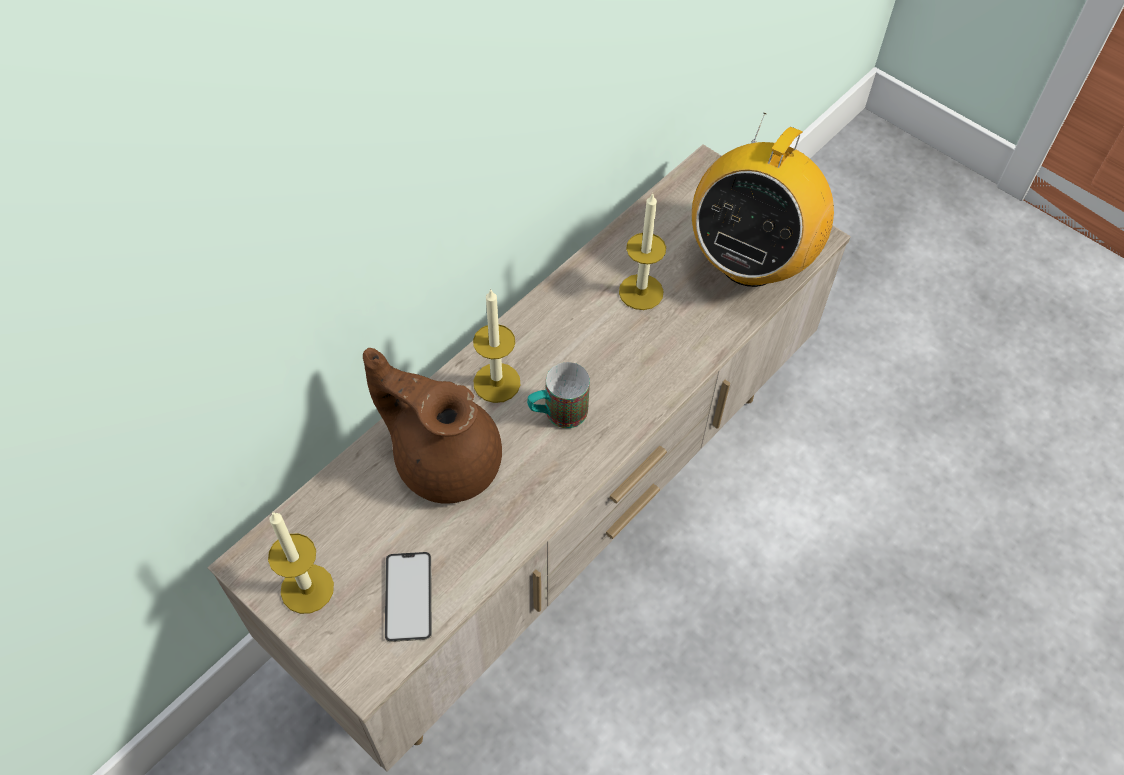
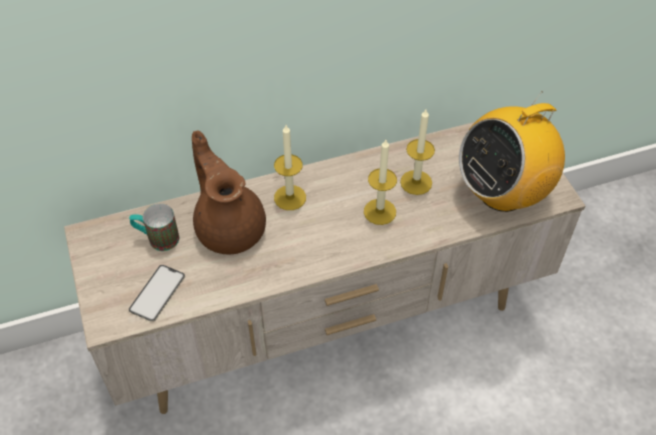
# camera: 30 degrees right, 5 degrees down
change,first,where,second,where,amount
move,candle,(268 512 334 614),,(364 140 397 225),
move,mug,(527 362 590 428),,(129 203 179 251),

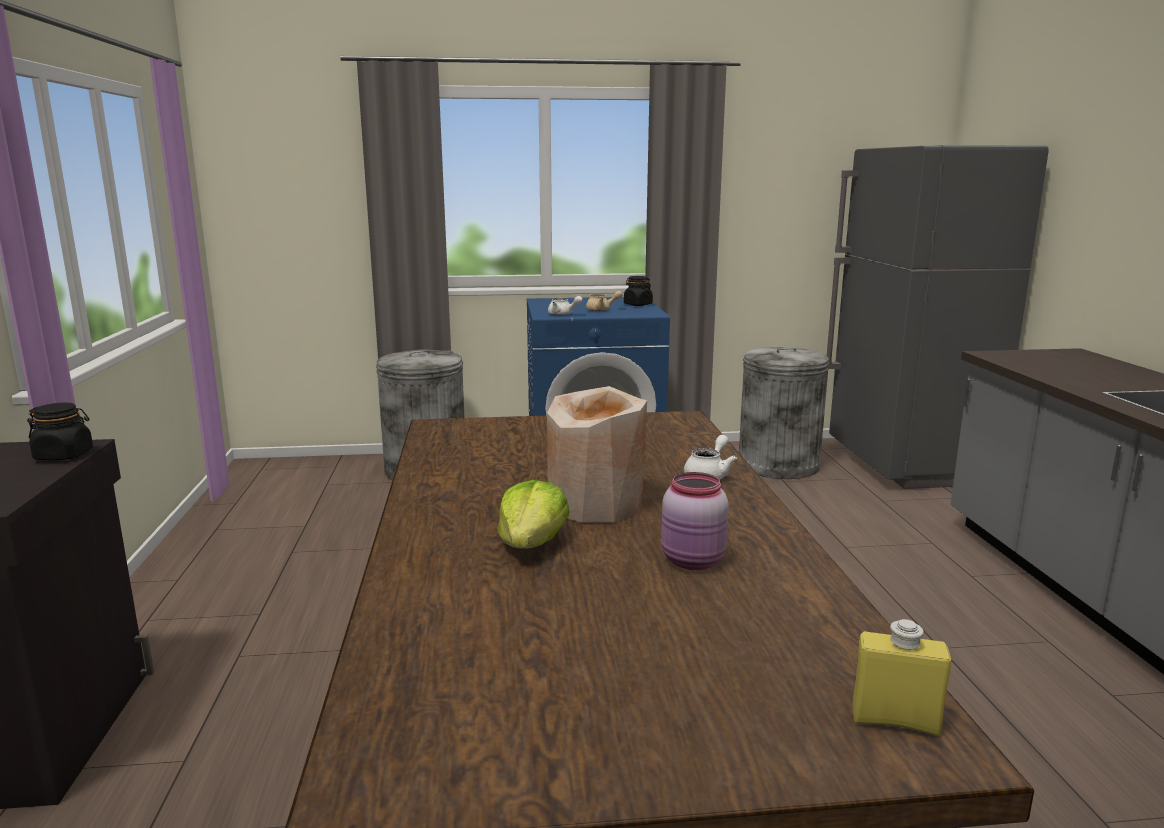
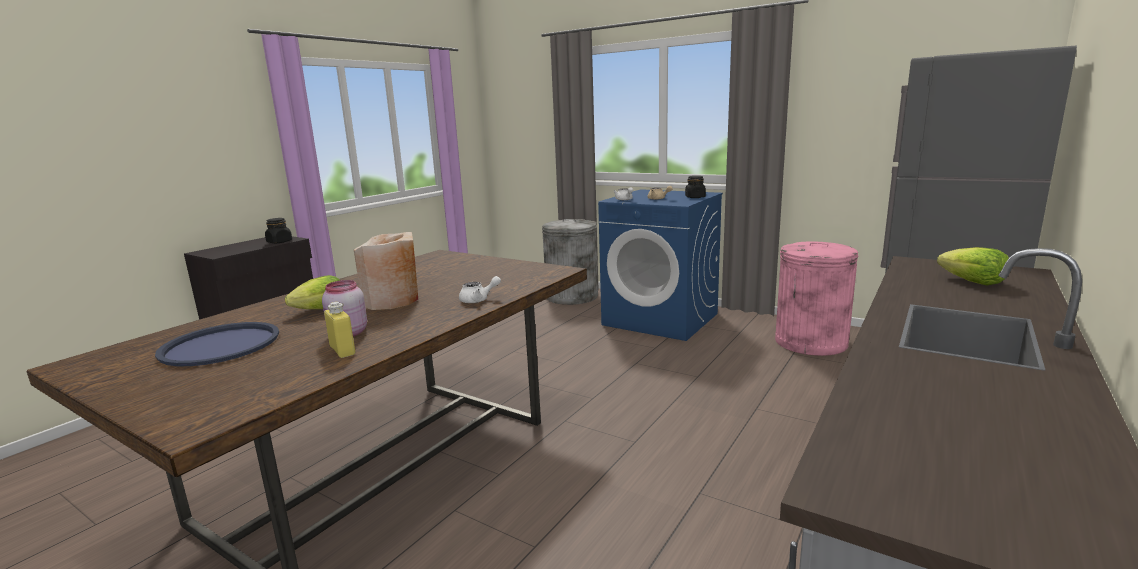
# camera: 40 degrees right, 0 degrees up
change,first,where,second,where,amount
insert,,,blue tray,(155 322 279 366),
insert,,,lettuce head,(937 247 1009 286),
move,yellowish beverage bottle,(852 619 951 736),,(324 302 355 358),
recolor,gray trash can,(739 347 829 479),pinkish trash can,(775 242 858 356),

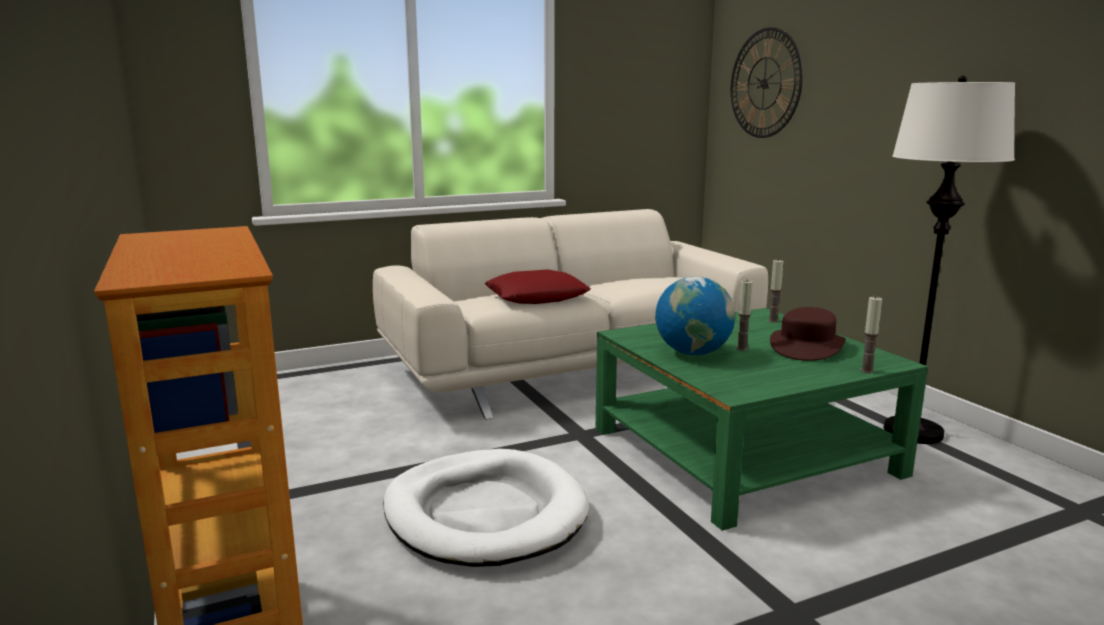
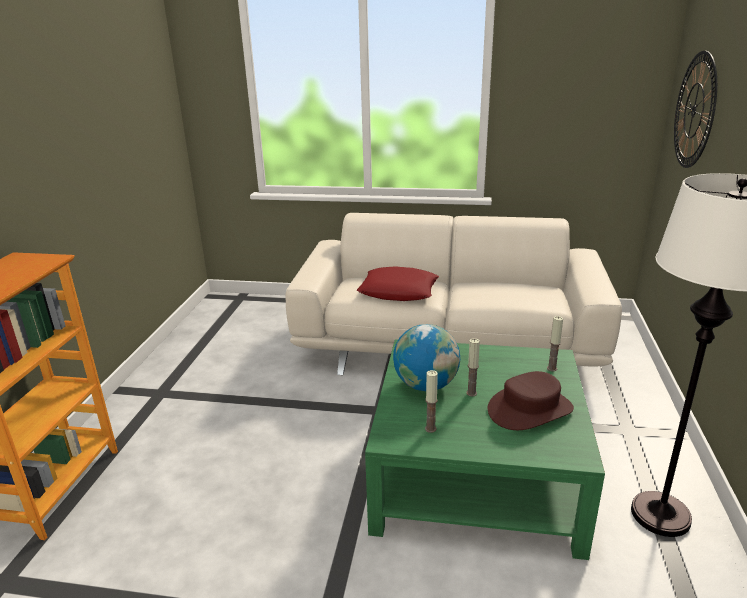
# camera: 35 degrees right, 10 degrees up
change,first,where,second,where,amount
delete,whitish pet bed,(383 449 589 567),,,
move,candle,(860 296 882 373),,(425 370 438 433),

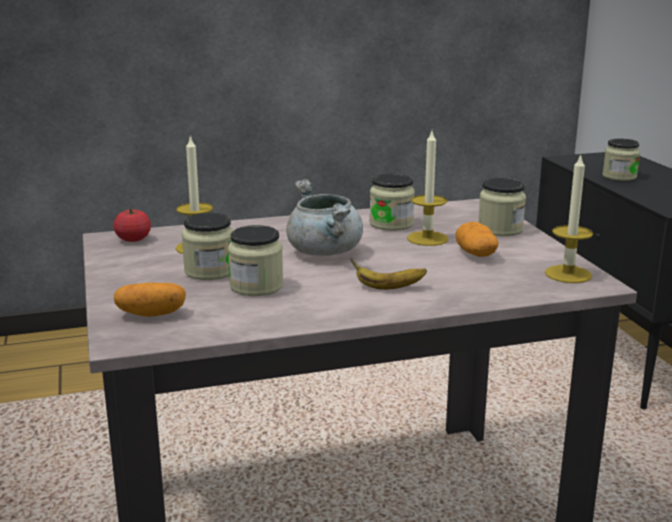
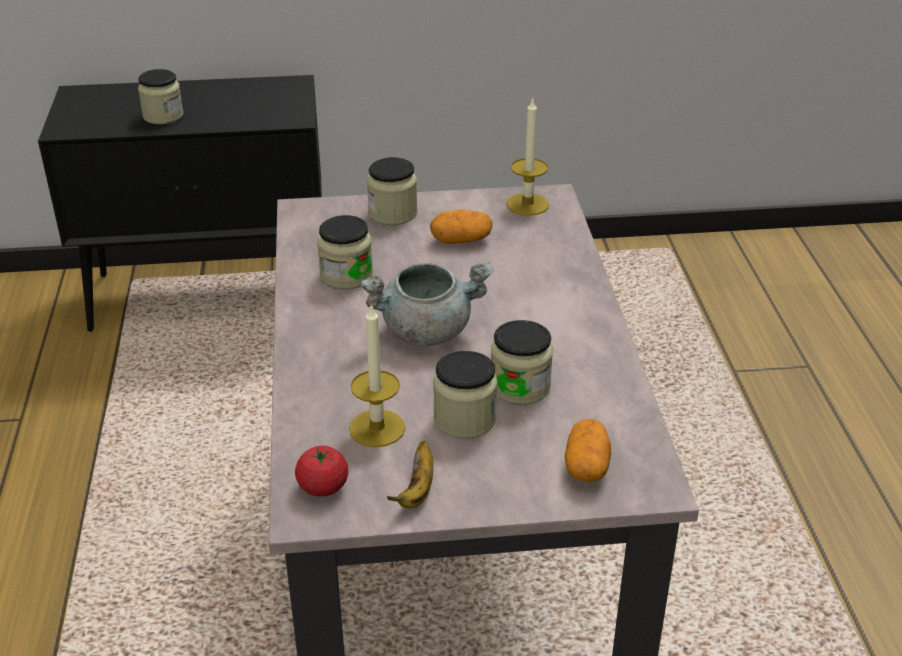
# camera: 80 degrees left, 15 degrees up
change,first,where,second,where,amount
delete,candle,(407 131 448 246),,,
move,whole banana,(350 259 427 290),,(387 441 433 508),

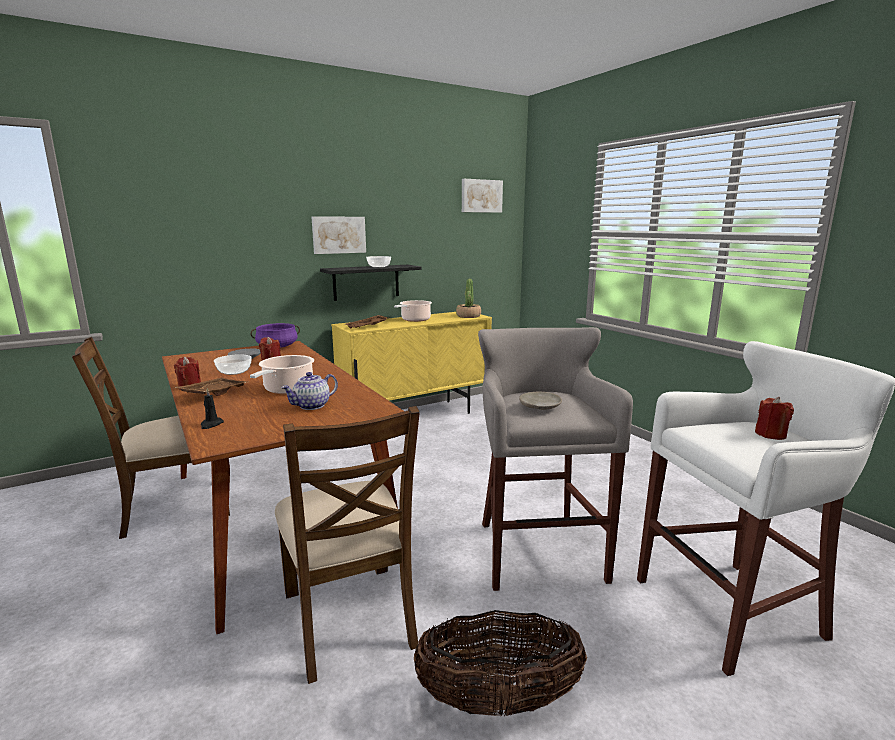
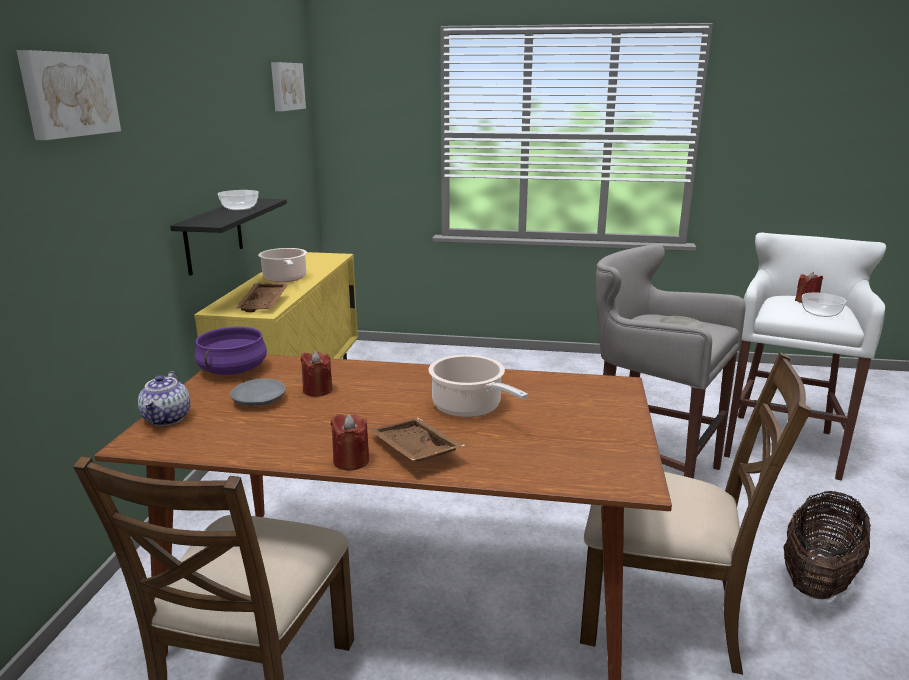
# camera: 50 degrees left, 5 degrees up
change,first,where,second,where,amount
delete,black-coloured candle,(201 388 224 429),,,
delete,potted plant,(456 278 481 318),,,
move,serving bowl,(214 354 252 375),,(802 293 847 317),
move,pot for tea,(281 372 338 410),,(138 371 190 426),
move,picture,(311 216 366 254),,(17 50 121 140),

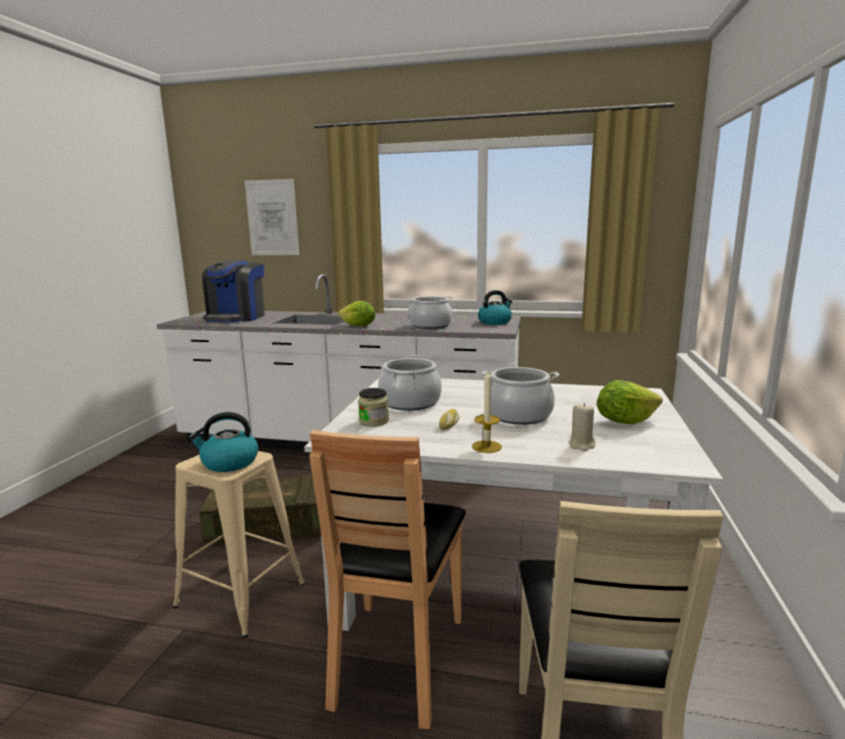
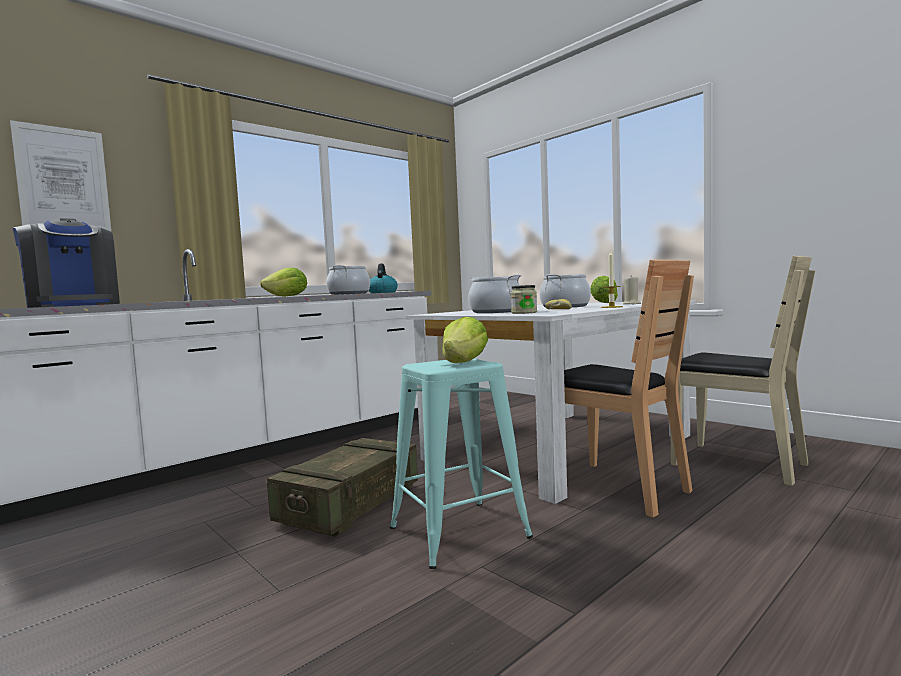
# camera: 55 degrees left, 10 degrees down
change,first,where,second,where,amount
replace,kettle,(188 412 258 472),lettuce head,(442 317 488 363),
recolor,sand-coloured stool,(173 451 306 638),blue-green stool,(390 358 533 569),

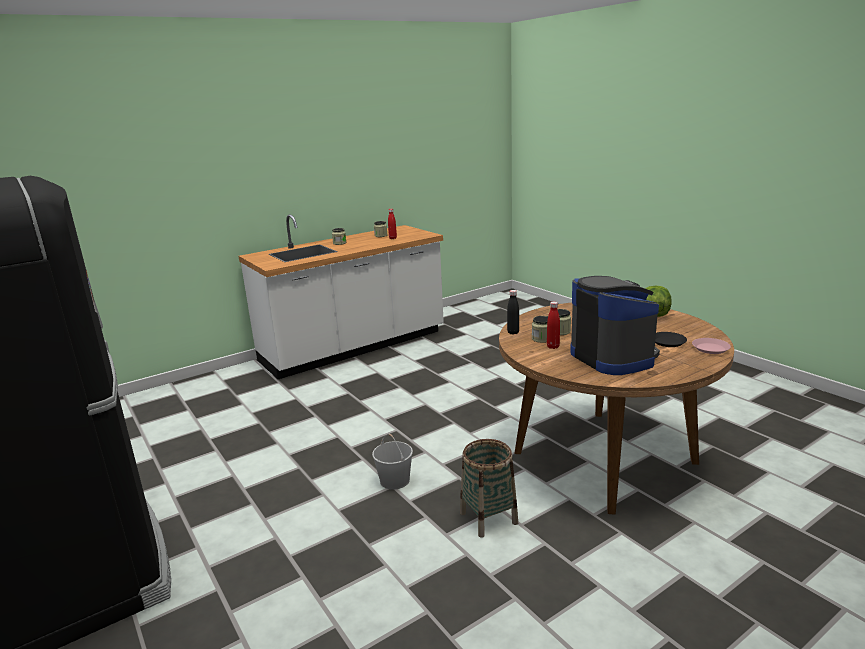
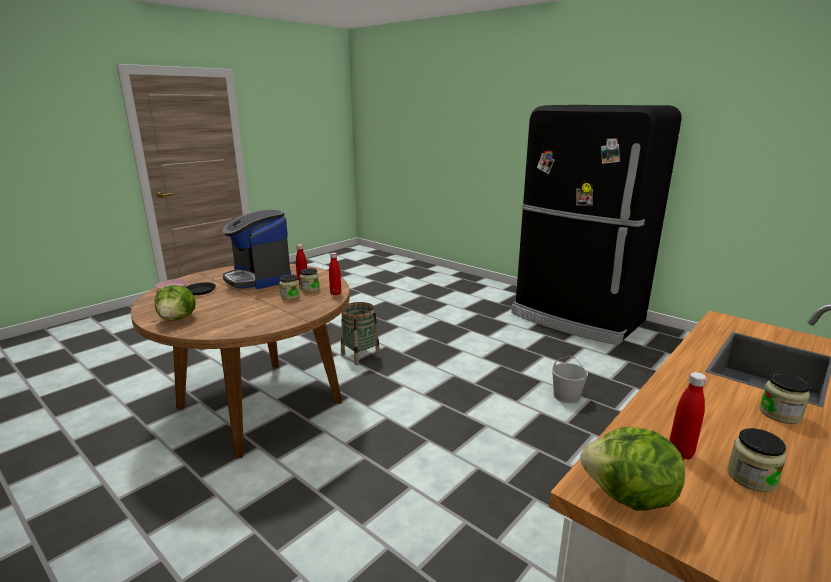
# camera: 165 degrees right, 0 degrees up
change,first,where,second,where,amount
insert,,,lettuce head,(580 427 685 511),
move,whitish pail,(372 434 413 489),,(552 356 588 403),
recolor,black-coloured beverage bottle,(507 290 519 335),reddish beverage bottle,(329 253 341 295),

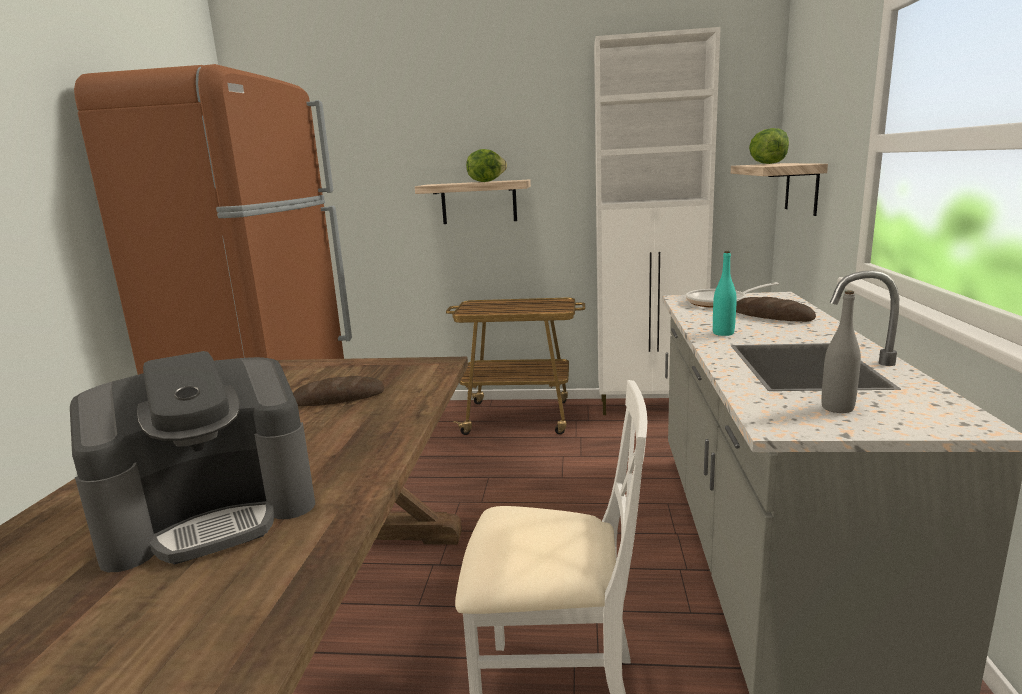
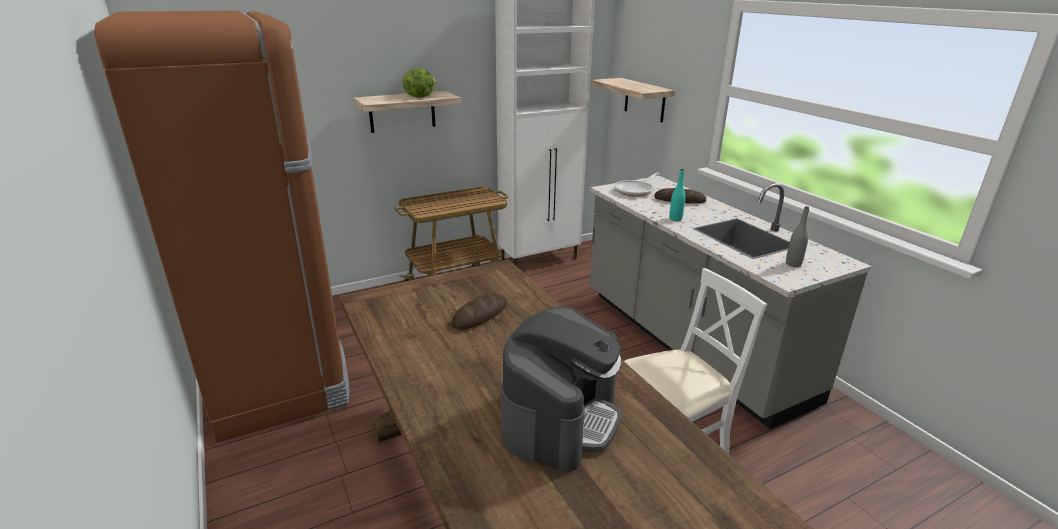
# camera: 35 degrees left, 10 degrees up
change,first,where,second,where,amount
delete,lettuce head,(749 128 789 164),,,

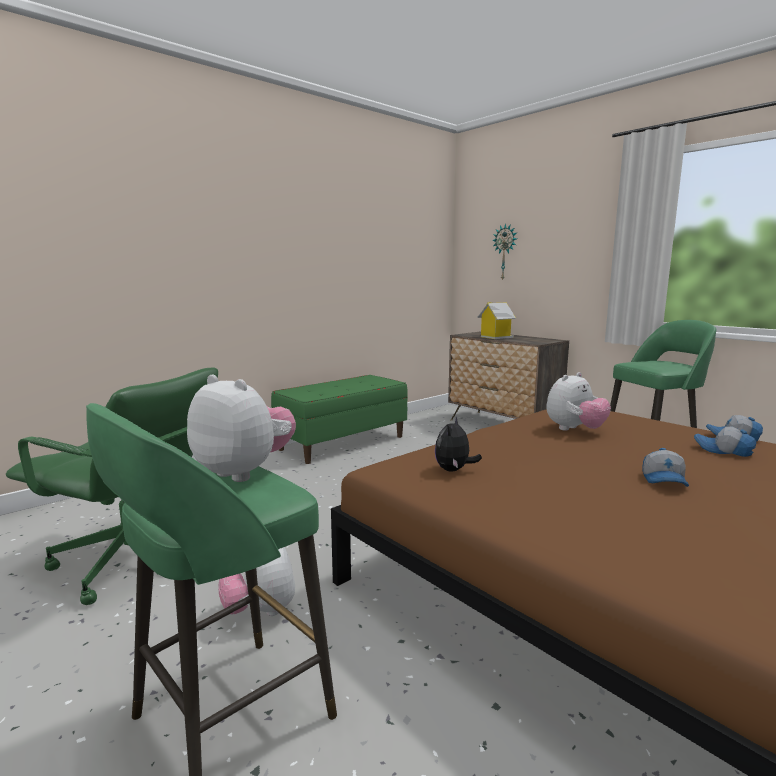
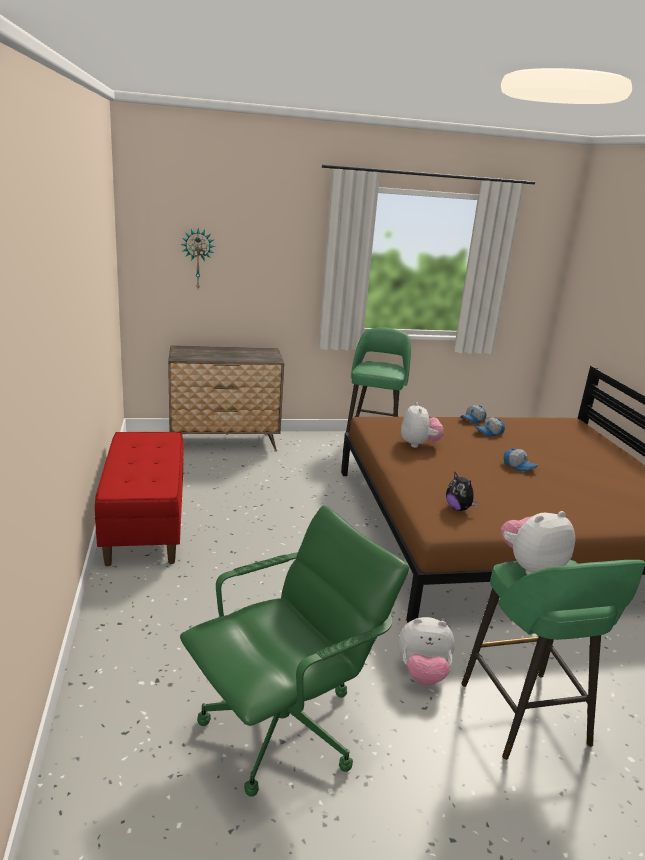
# camera: 60 degrees left, 10 degrees up
change,first,where,second,where,amount
delete,model house,(477 302 516 339),,,
recolor,green-coloured bench,(271 375 408 464),reddish bench,(95 432 184 566),

